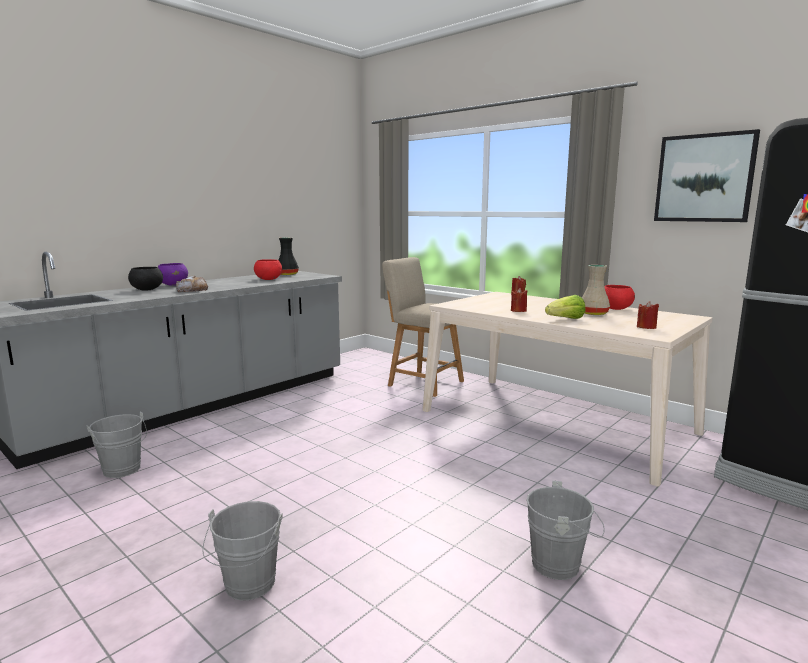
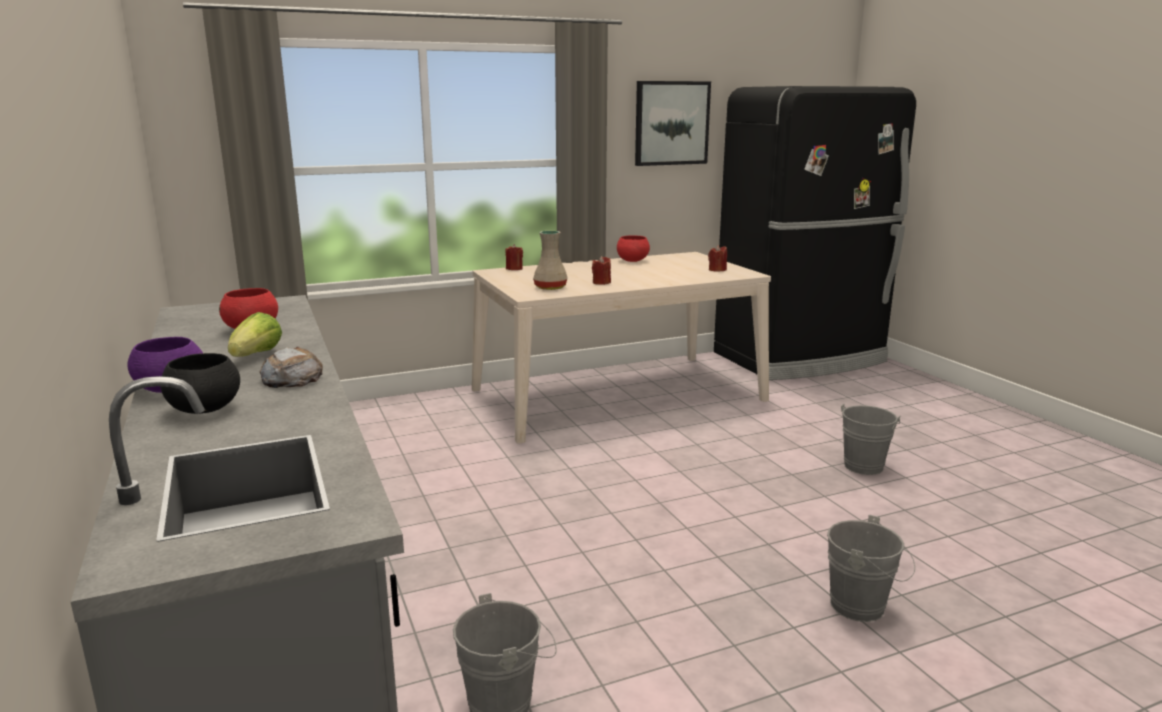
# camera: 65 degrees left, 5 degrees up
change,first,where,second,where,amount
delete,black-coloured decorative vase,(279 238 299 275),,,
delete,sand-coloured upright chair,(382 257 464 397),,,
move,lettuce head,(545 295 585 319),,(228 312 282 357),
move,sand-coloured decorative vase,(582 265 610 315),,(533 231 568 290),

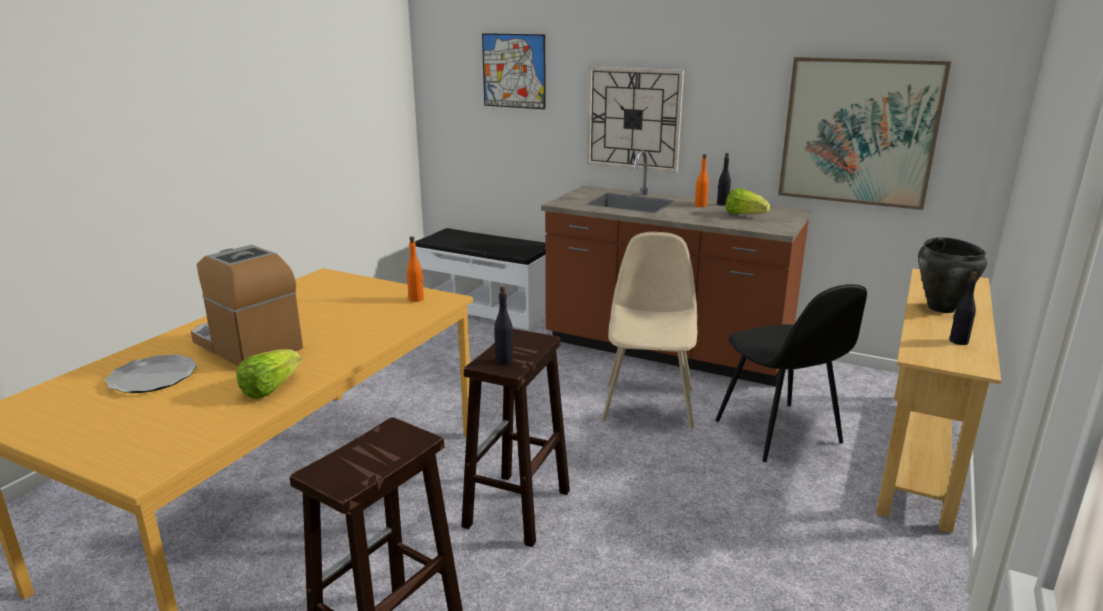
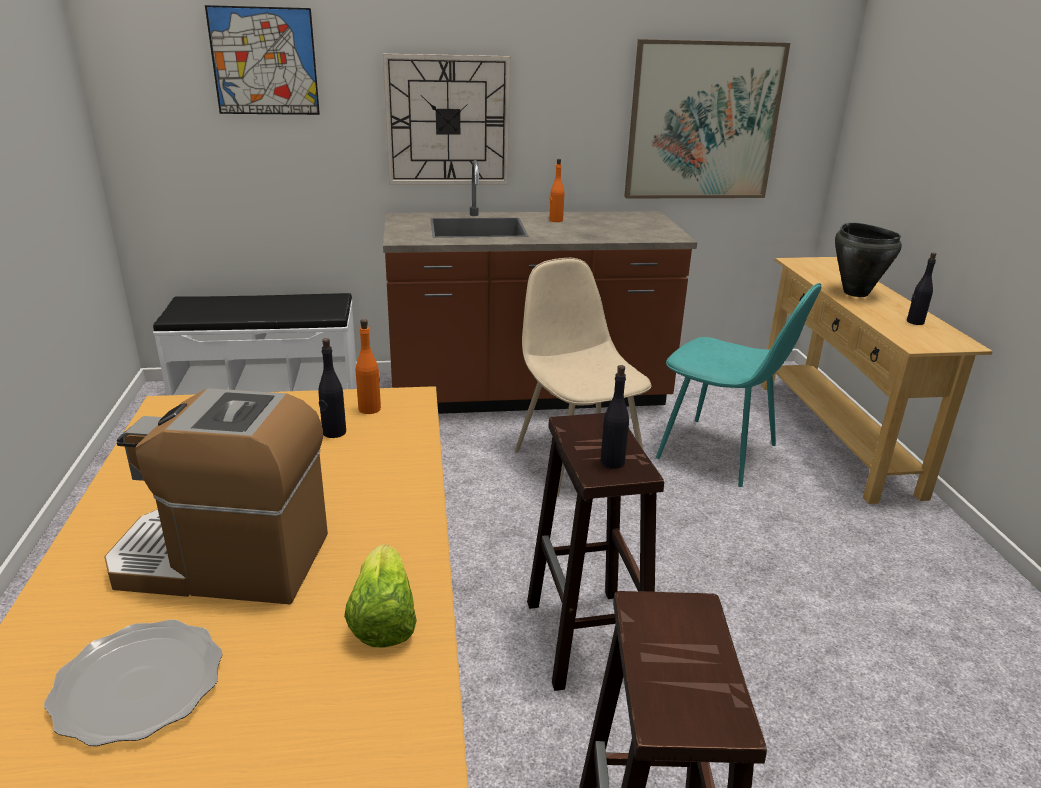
# camera: 35 degrees left, 5 degrees up
change,first,where,second,where,amount
delete,lettuce head,(725 188 770 214),,,
move,black-coloured beverage bottle,(717 153 731 206),,(318 338 346 438),
recolor,black-coloured upright chair,(716 284 867 462),blue-green upright chair,(656 283 822 487),

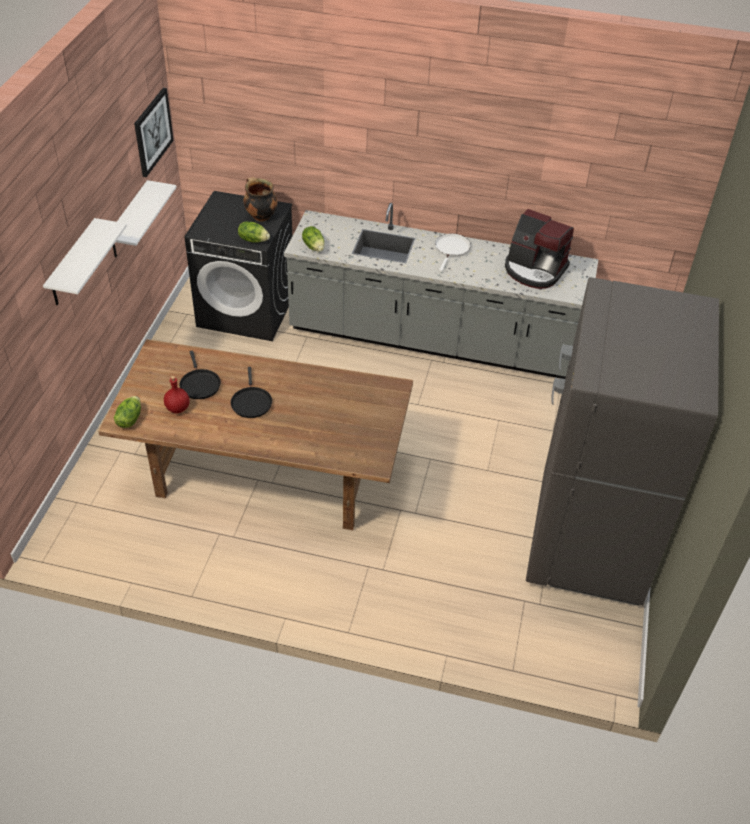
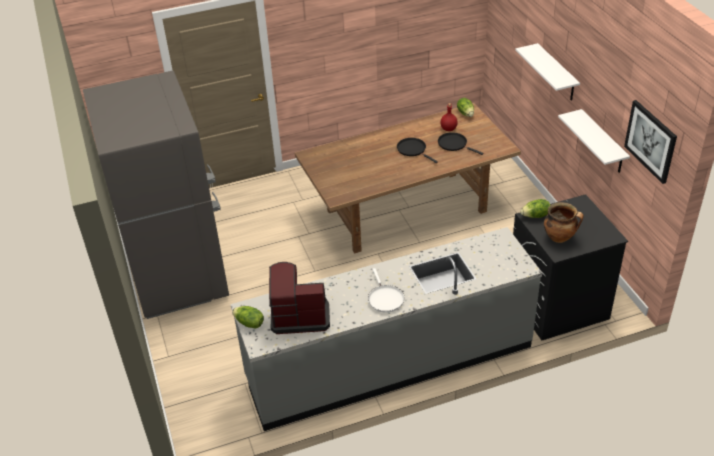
# camera: 150 degrees right, 5 degrees down
change,first,where,second,where,amount
move,lettuce head,(302 226 324 252),,(232 306 264 329),

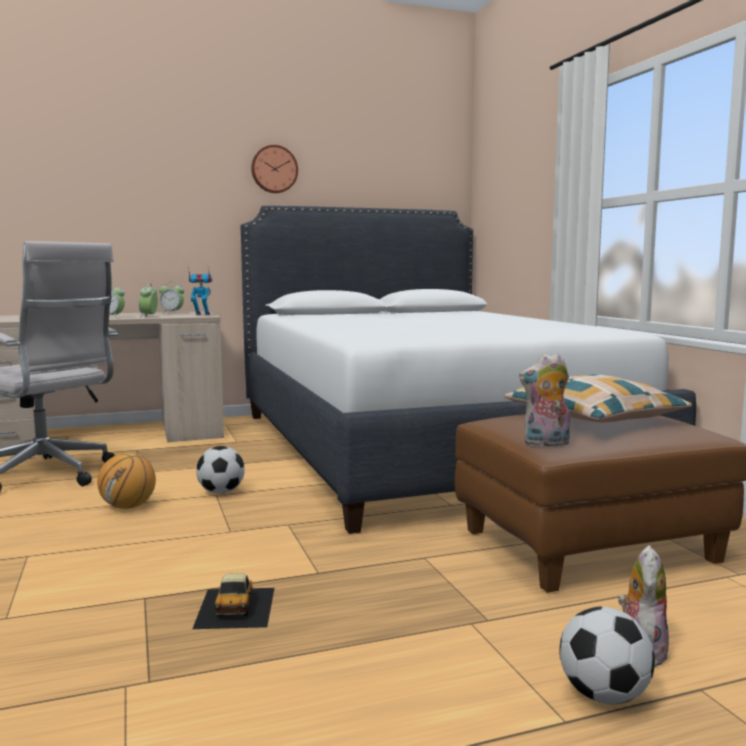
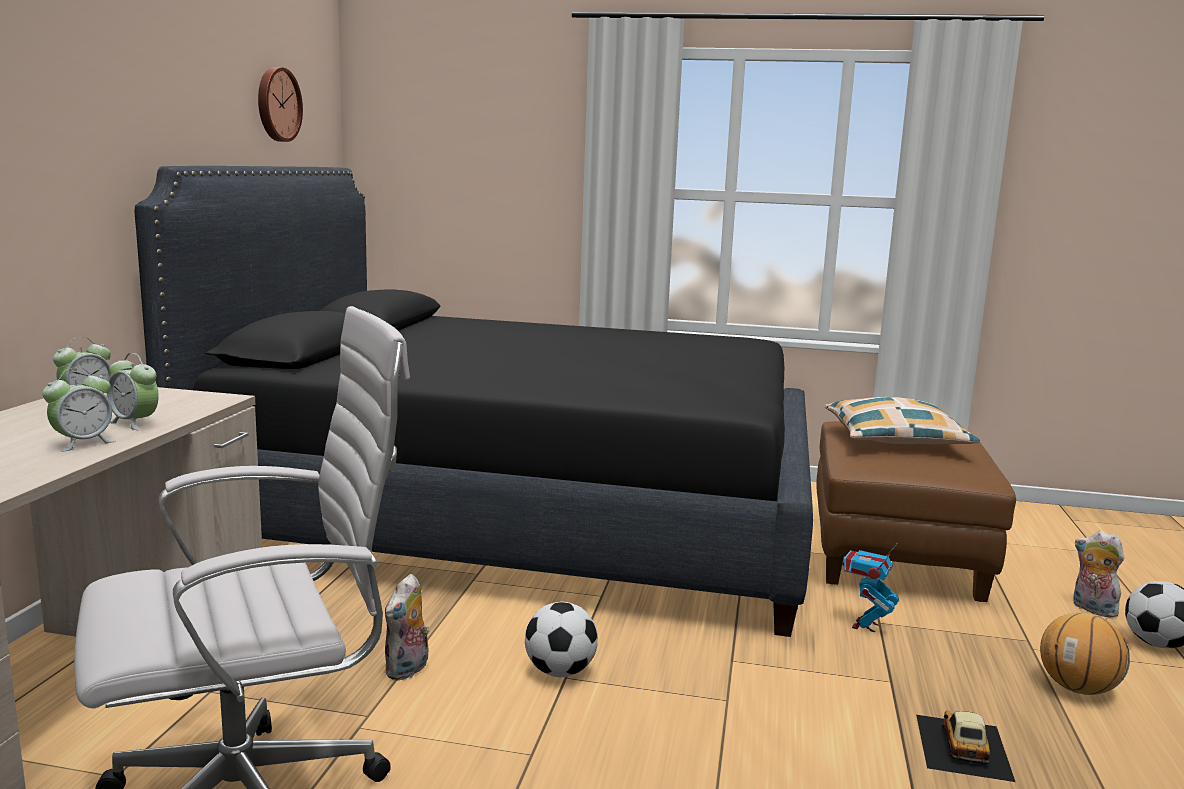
# camera: 60 degrees left, 5 degrees up
change,first,where,second,where,amount
move,ball for basketball,(97 453 156 509),,(1040 613 1130 695),
move,toy robot,(188 267 213 315),,(842 543 899 632),
move,hanging clock,(251 145 298 193),,(258 67 303 142),
move,soft toy,(519 353 570 446),,(384 574 429 680),
recolor,whitish bedroom bed,(241 206 696 534),black-coloured bedroom bed,(135 166 813 637),
rotate,toy car,(192 573 275 629),,(916 711 1015 782),105 degrees counterclockwise

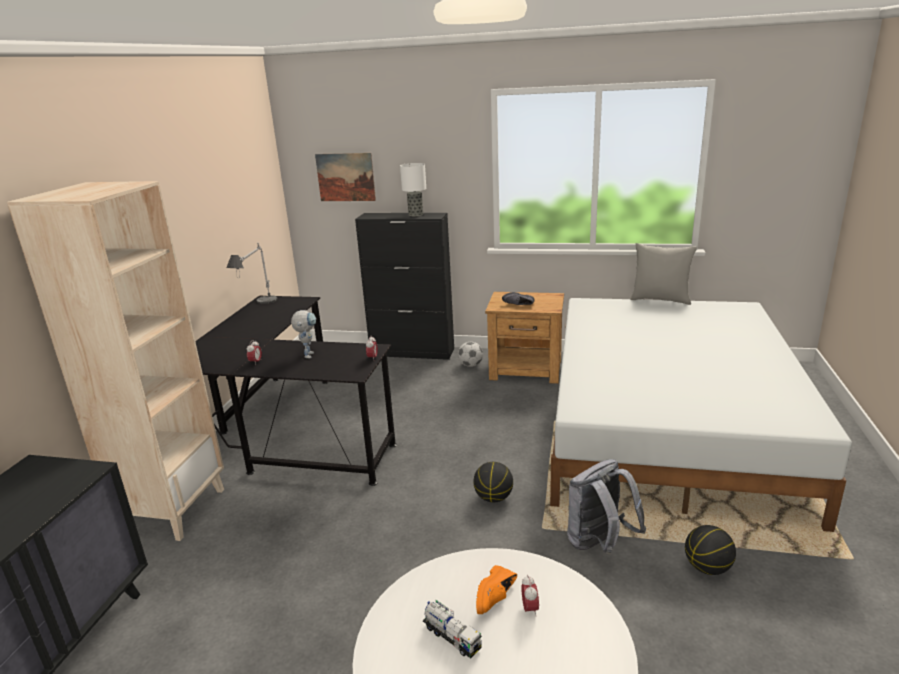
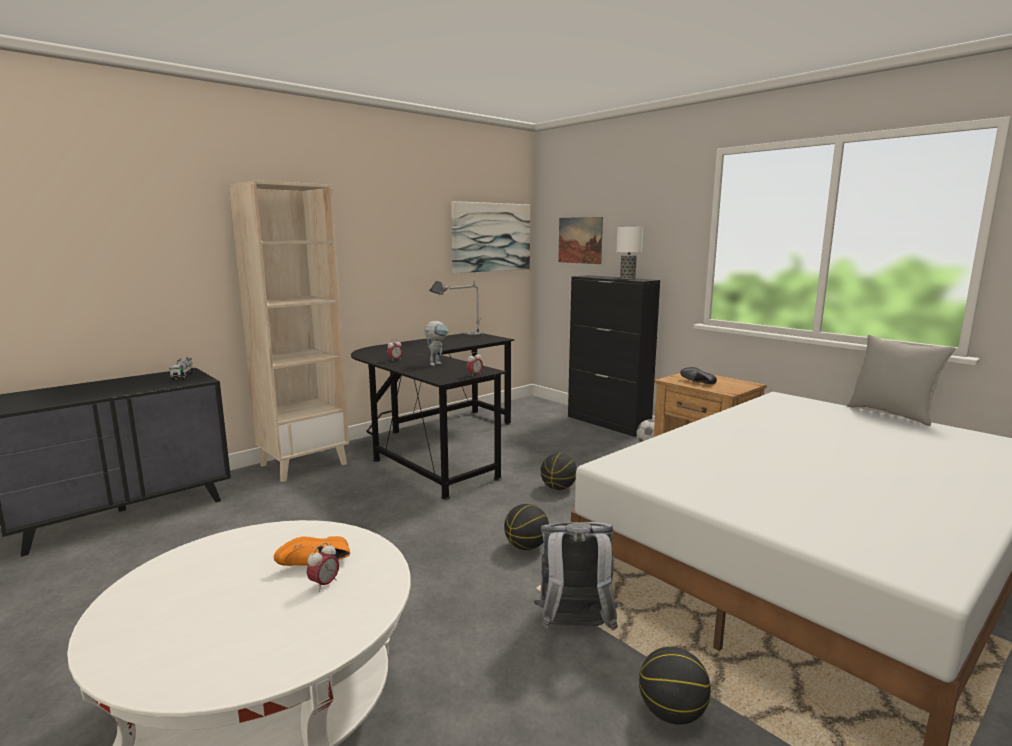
# camera: 35 degrees right, 10 degrees down
change,first,where,second,where,amount
insert,,,picture,(451 201 530 273),
insert,,,ball for basketball,(541 453 577 490),
move,model truck,(423 599 482 658),,(169 357 194 380),

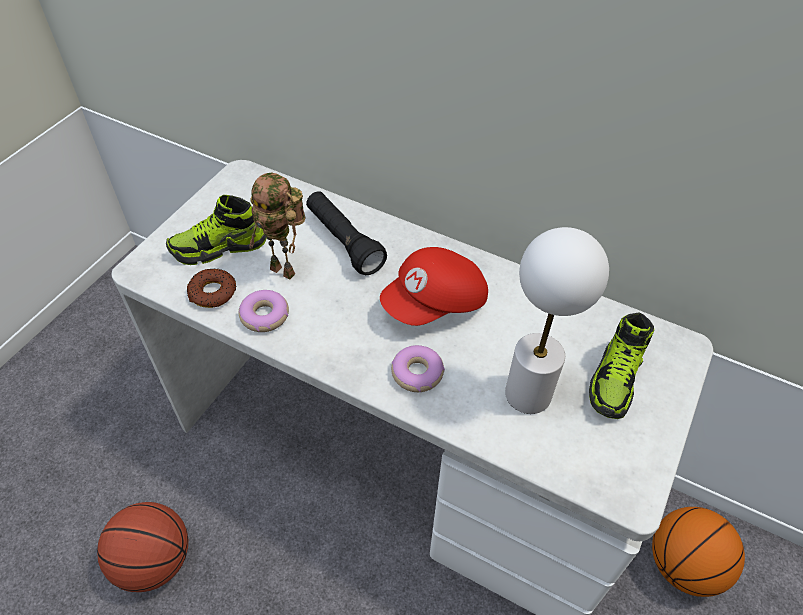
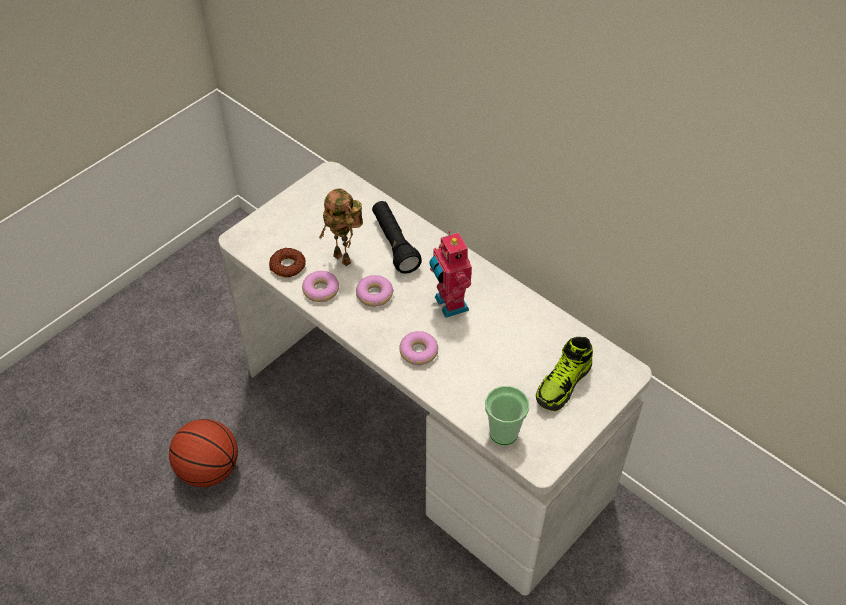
# camera: 15 degrees right, 0 degrees up
change,first,where,second,where,amount
delete,shoe,(166 195 267 265),,,
delete,whitish table lamp,(505 227 609 414),,,
delete,ball for basketball,(652 507 745 597),,,
insert,,,donut,(356 275 394 307),
insert,,,small cup,(485 386 529 445),
replace,reddish cap,(380 247 488 326),toy robot,(430 231 472 318),

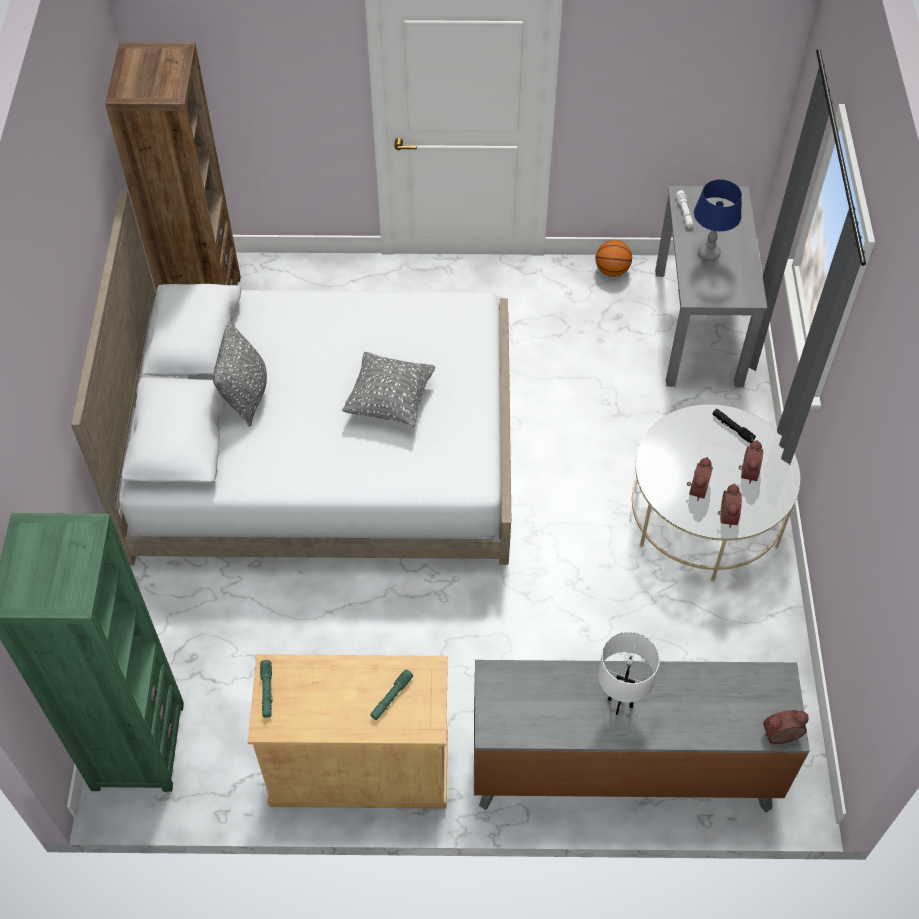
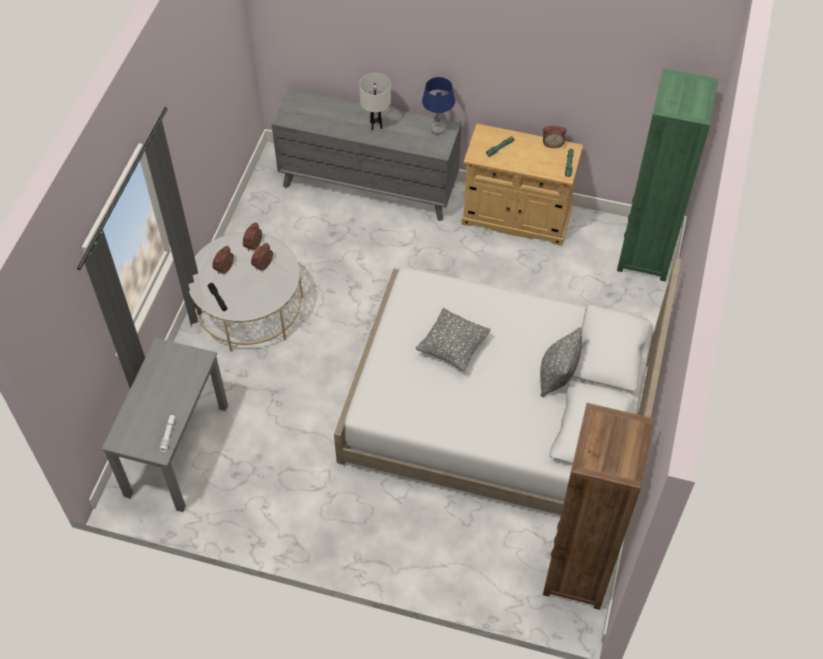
# camera: 165 degrees left, 0 degrees up
change,first,where,second,where,amount
delete,ball for basketball,(596 240 632 277),,,
move,blue table lamp,(694 179 742 261),,(422 77 455 134),
move,bedside clock,(763 710 809 744),,(543 126 566 148),

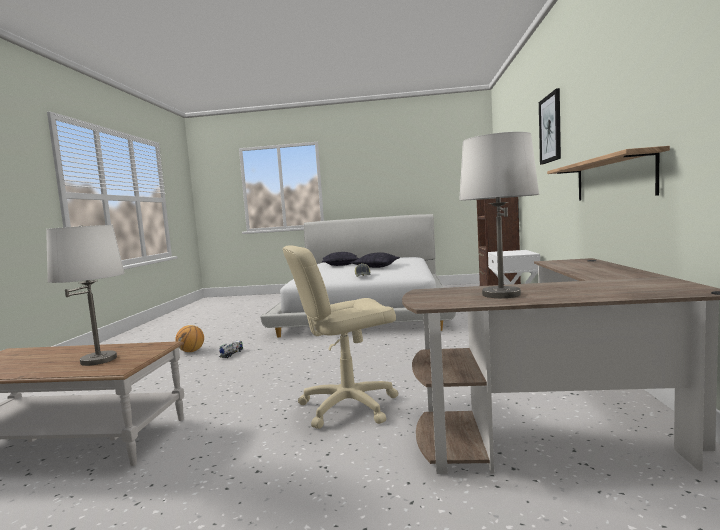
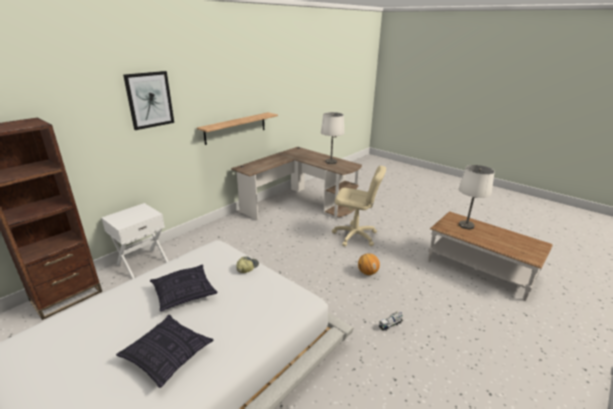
# camera: 145 degrees left, 20 degrees up
change,first,where,second,where,amount
move,ball for basketball,(176 325 204 352),,(358 253 380 275),

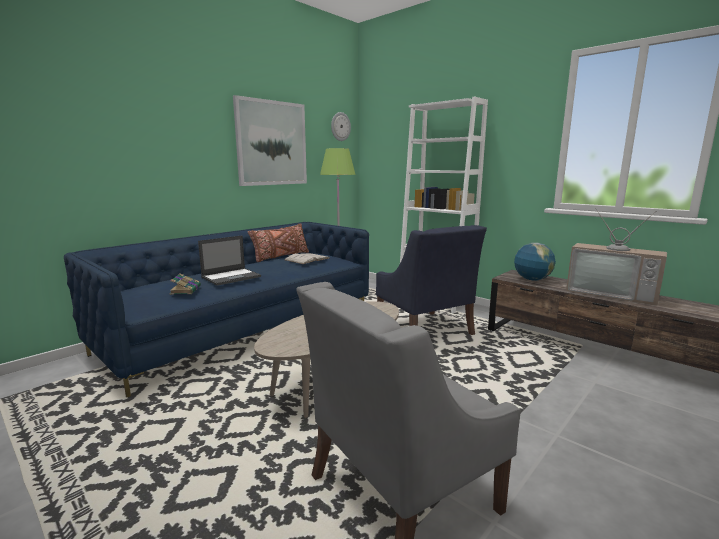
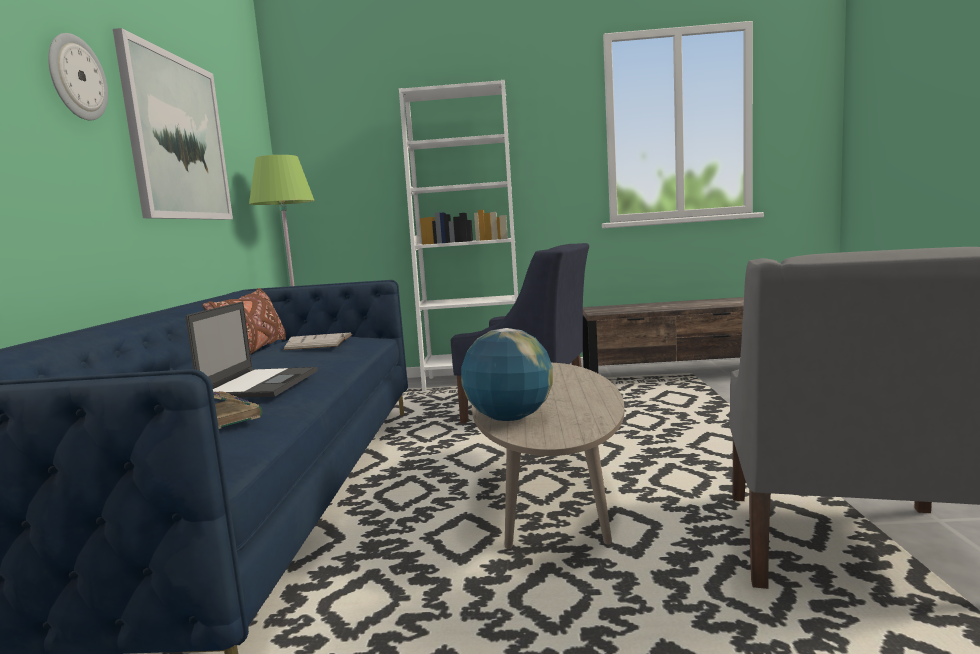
# camera: 40 degrees left, 5 degrees down
change,first,where,second,where,amount
delete,TV set,(566 208 667 306),,,
move,hanging clock,(331 112 351 141),,(48 33 108 121),
move,globe,(514 243 556 281),,(461 328 553 421),

